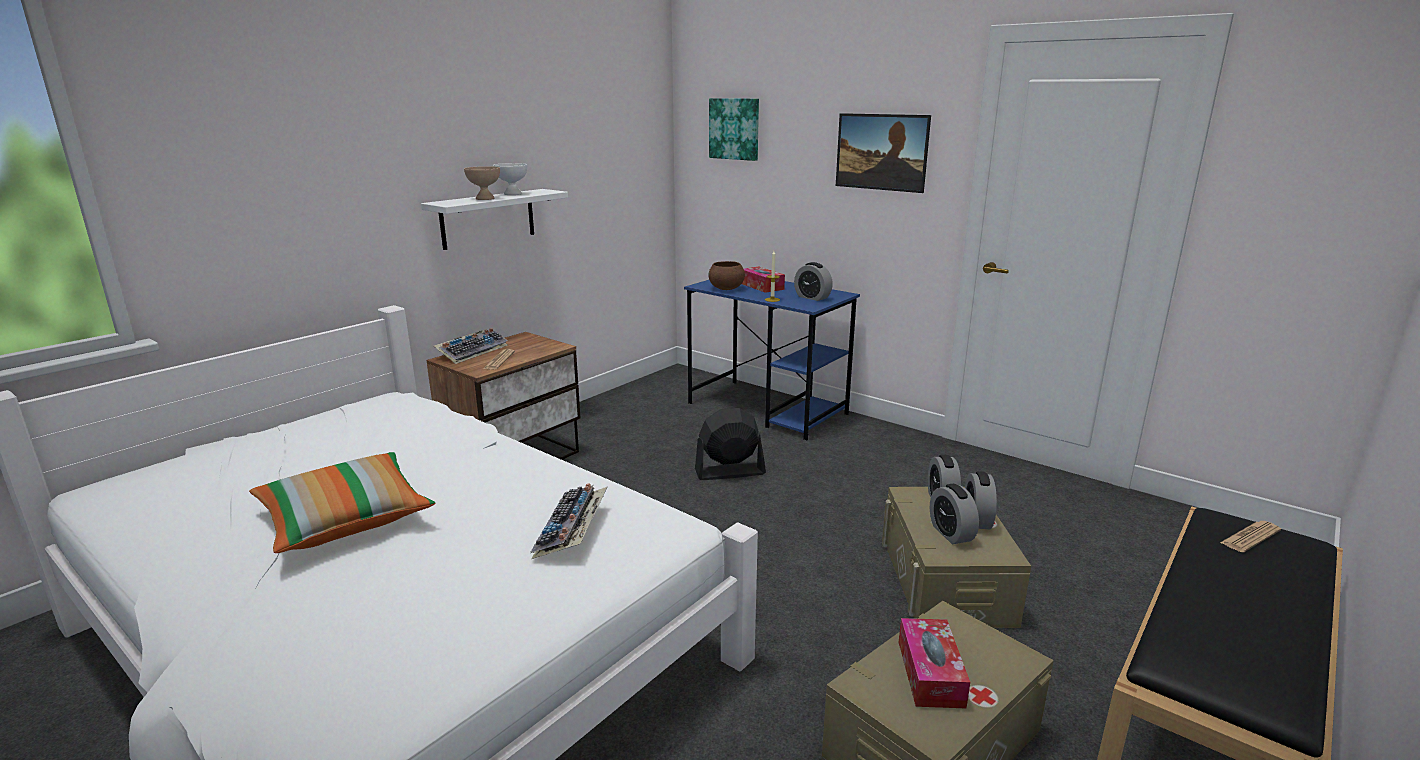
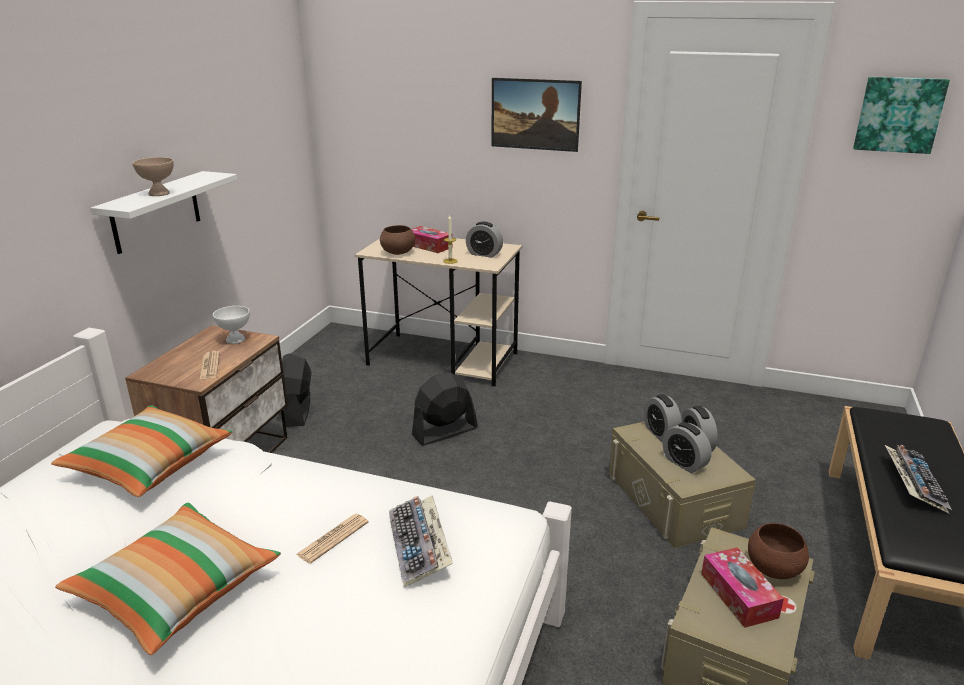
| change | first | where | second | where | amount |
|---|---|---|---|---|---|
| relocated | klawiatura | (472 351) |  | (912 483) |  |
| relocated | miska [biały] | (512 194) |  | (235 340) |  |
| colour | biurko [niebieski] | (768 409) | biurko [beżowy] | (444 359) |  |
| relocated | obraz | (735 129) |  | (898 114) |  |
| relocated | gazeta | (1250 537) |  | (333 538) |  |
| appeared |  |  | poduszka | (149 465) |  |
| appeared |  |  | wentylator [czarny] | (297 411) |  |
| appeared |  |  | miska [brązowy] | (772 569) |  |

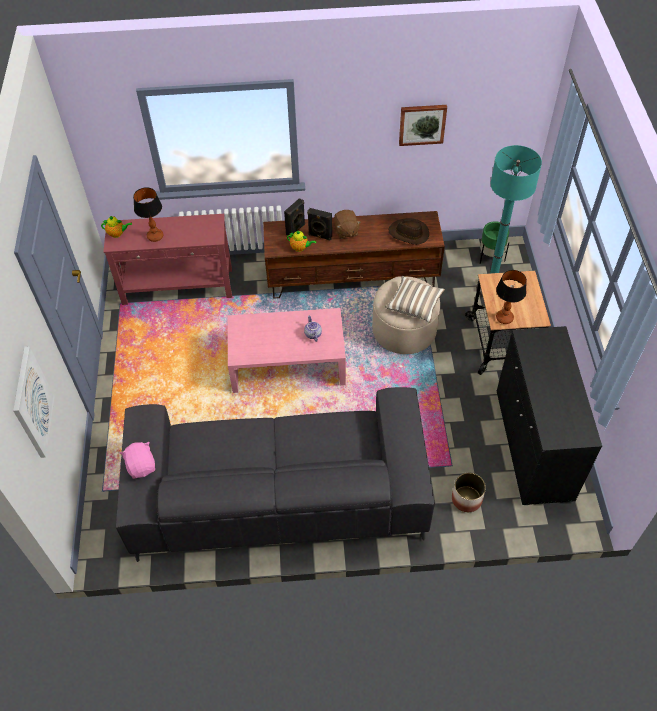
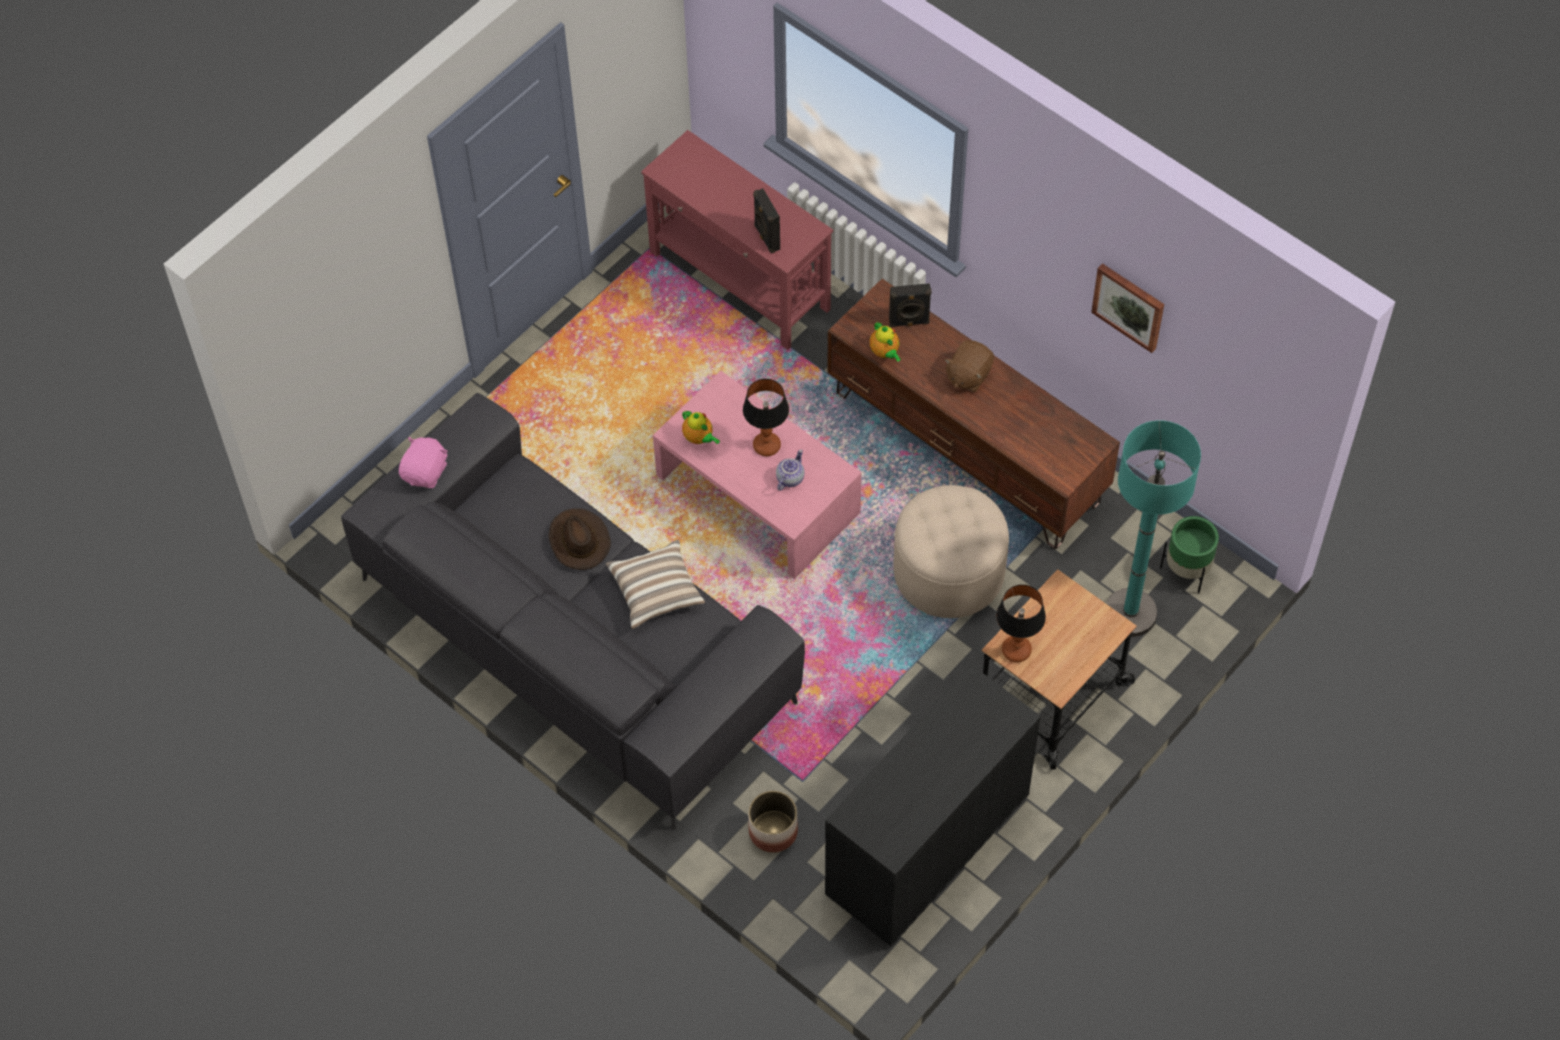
| change | first | where | second | where | amount |
|---|---|---|---|---|---|
| missing | obraz | (32 403) |  |  |  |
| relocated | imbryk | (117 234) |  | (699 438) |  |
| relocated | lampa stołowa | (155 236) |  | (767 446) |  |
| relocated | głośnik [czarny] | (320 236) |  | (766 238) |  |
| relocated | poduszka | (414 304) |  | (656 591) |  |
| relocated | kapelusz [brązowy] | (408 233) |  | (578 540) |  |

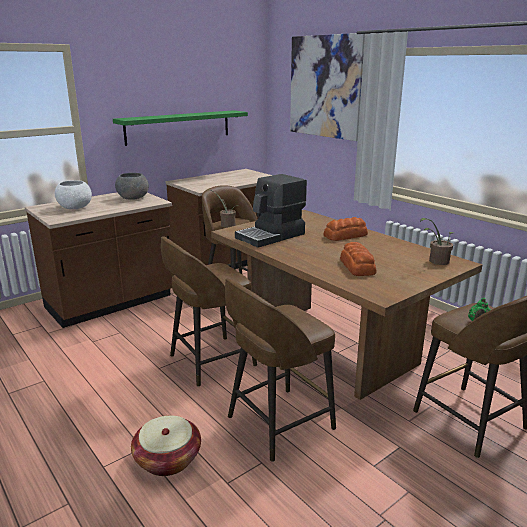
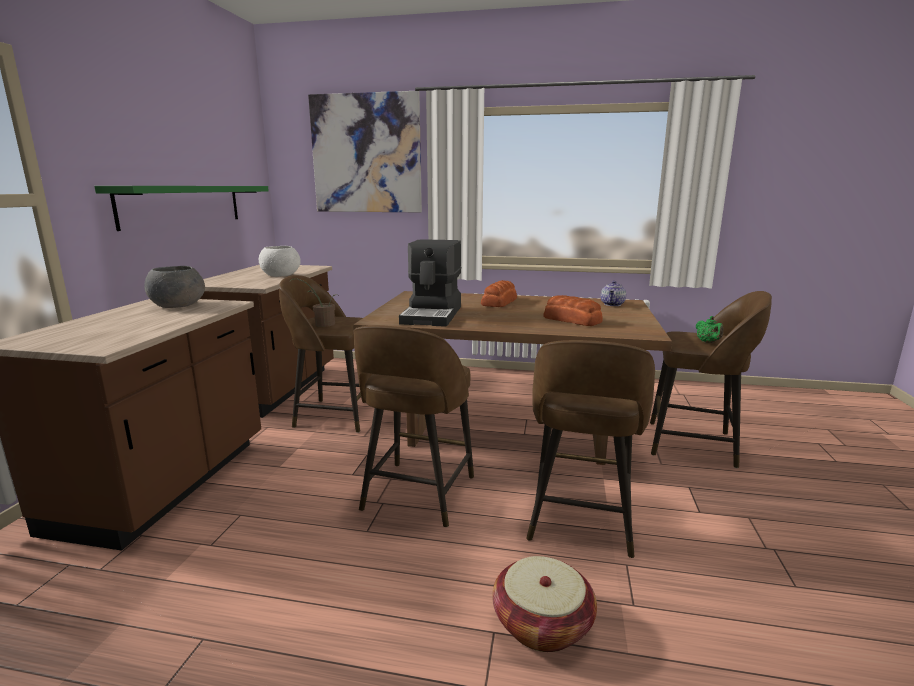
| change | first | where | second | where | amount |
|---|---|---|---|---|---|
| relocated | miska [biały] | (75 207) |  | (281 275) |  |
| exchanged | roślina doniczkowa | (436 261) | imbryk | (612 304) |  |

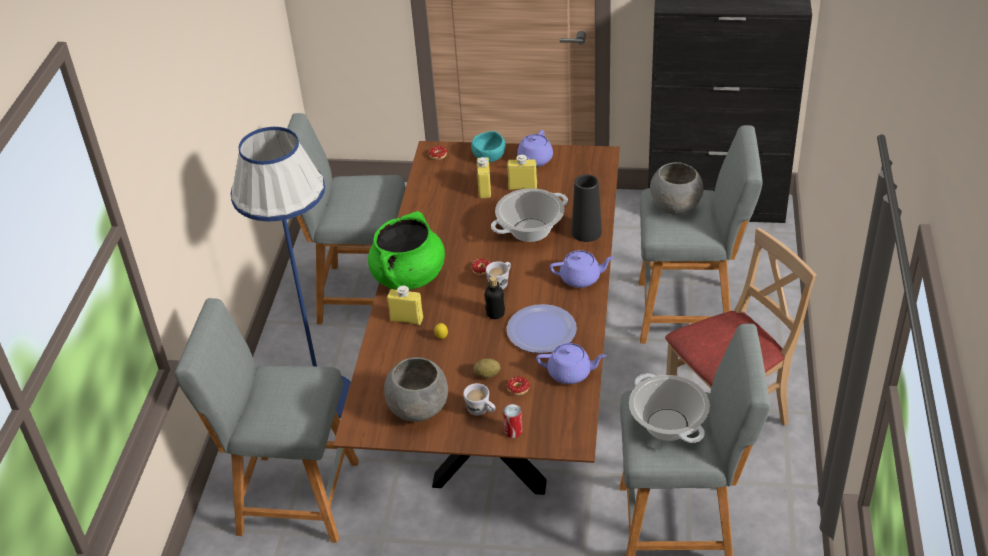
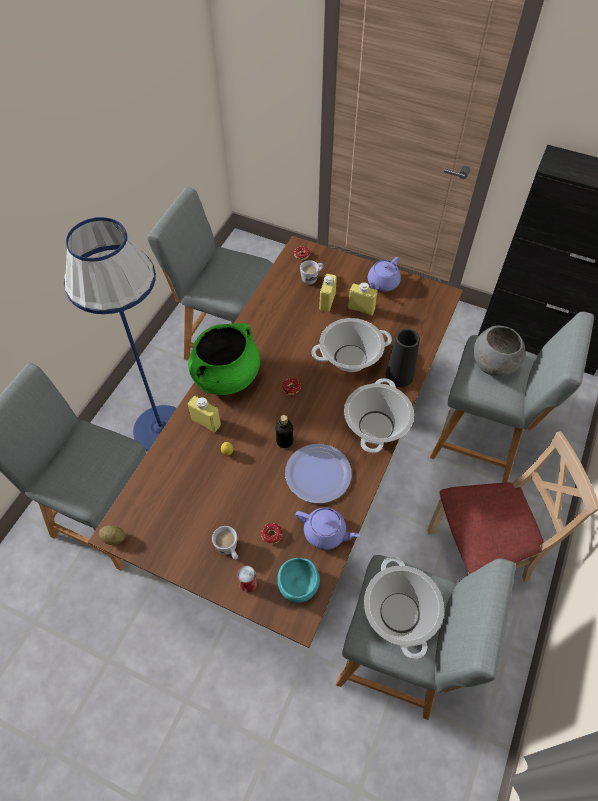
| change | first | where | second | where | amount |
|---|---|---|---|---|---|
| missing | miska [szary] | (418 409) |  |  |  |
| relocated | miska [turkusowy] | (488 156) |  | (297 585) |  |
| relocated | ziemniak | (487 374) |  | (114 538) |  |
| relocated | kubek [biały] | (501 283) |  | (312 278) |  |
| exchanged | imbryk [fioletowy] | (581 278) | garnek | (375 426) |  |

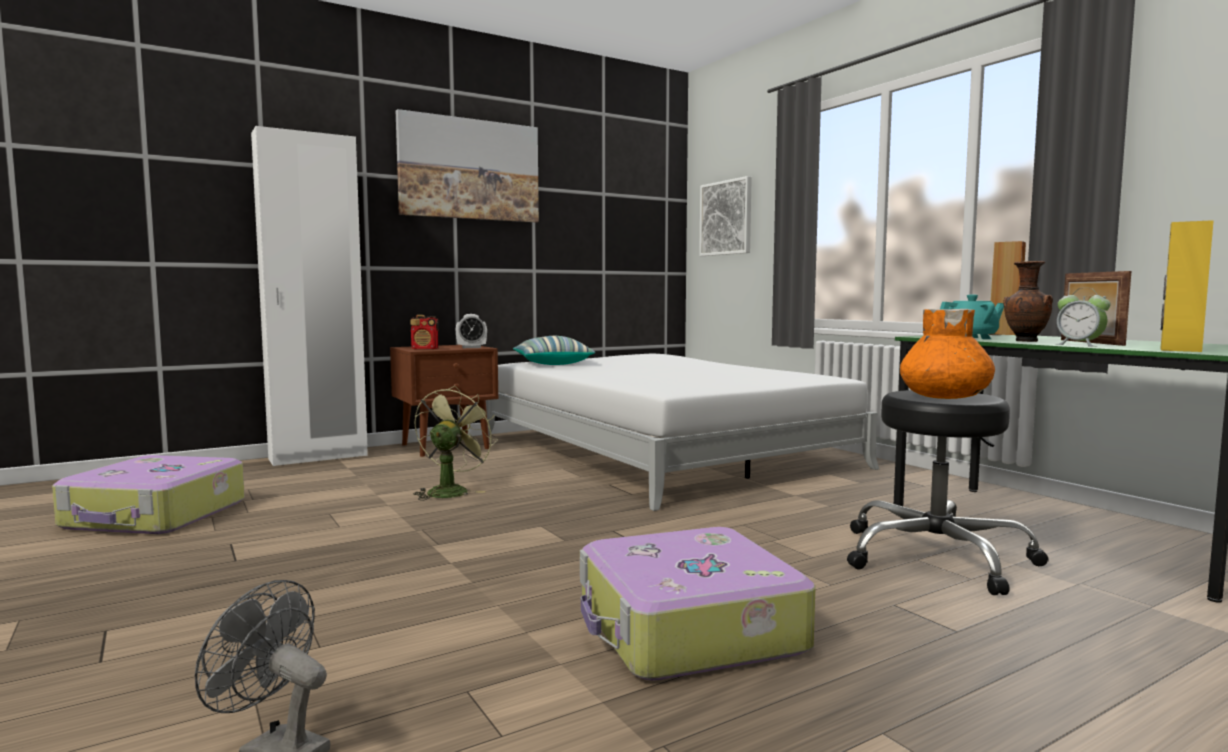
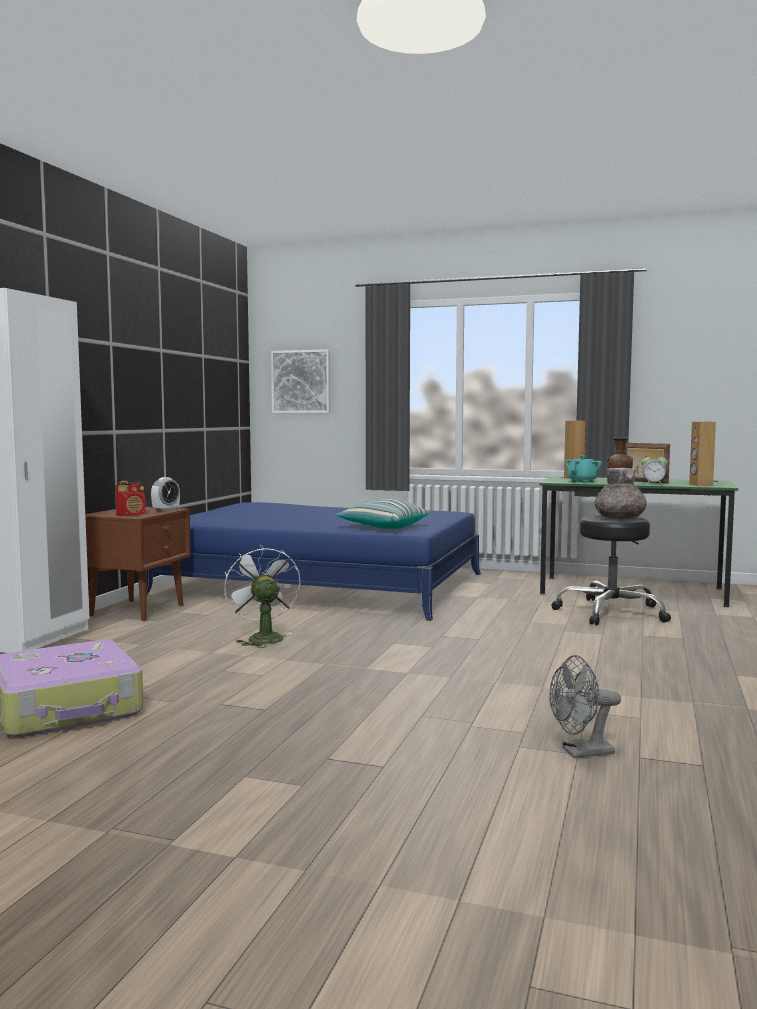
| change | first | where | second | where | amount |
|---|---|---|---|---|---|
| missing | obraz | (469 169) |  |  |  |
| colour | wentylator [zielony] | (451 491) | wentylator [biały] | (262 638) |  |
| colour | łóżko [biały] | (660 451) | łóżko [niebieski] | (321 584) |  |
| relocated | poduszka | (552 364) |  | (383 527) |  |
| missing | walizka | (687 629) |  |  |  |
| colour | wazon [pomarańczowy] | (945 397) | wazon [szary] | (620 519) |  |
| colour | głośnik [żółty] | (1179 350) | głośnik [brązowy] | (700 485) |  |

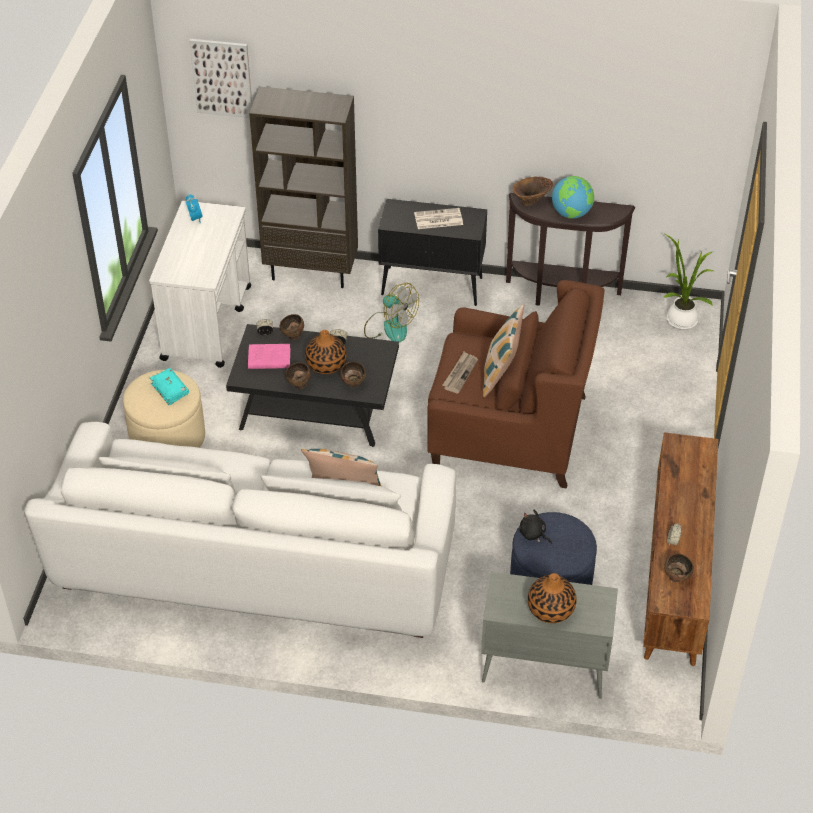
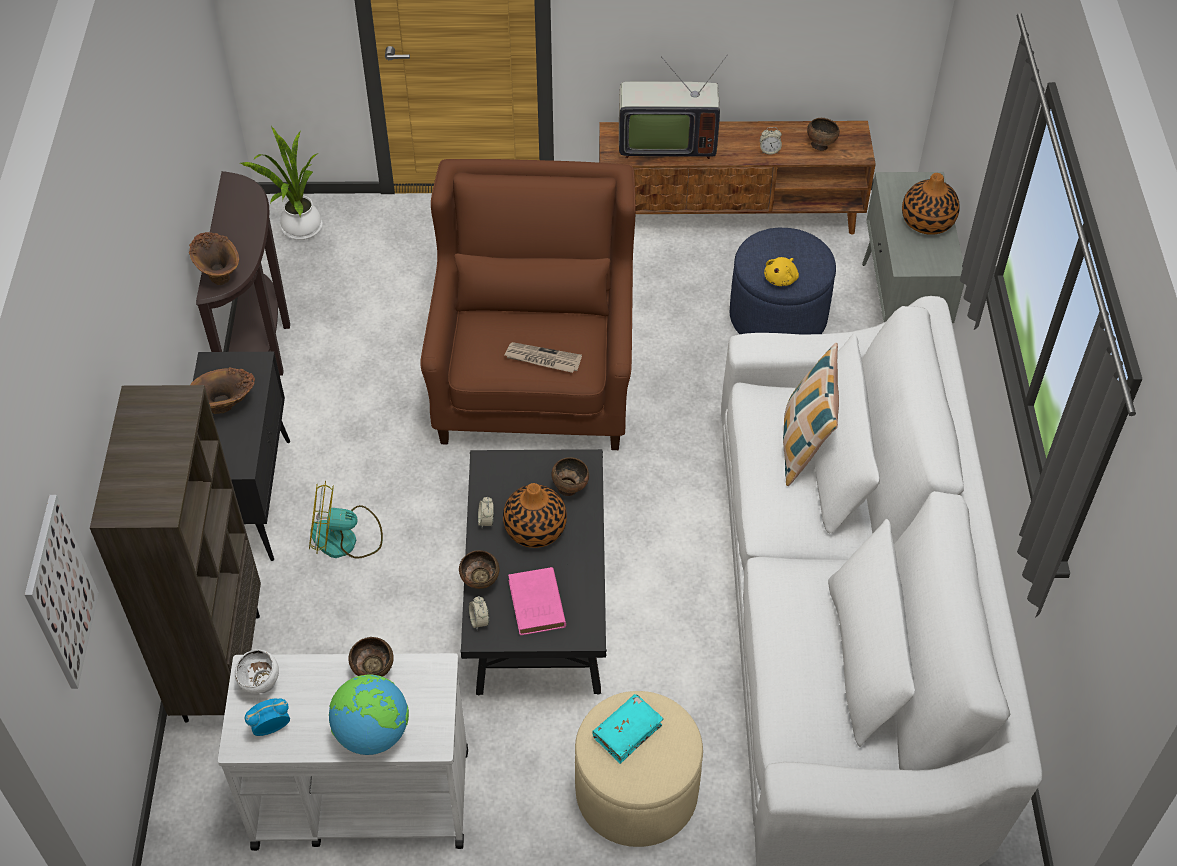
| change | first | where | second | where | amount |
|---|---|---|---|---|---|
| relocated | miska [brązowy] | (299 385) |  | (374 671) |  |
| spun | wentylator | (389 326) |  | (345 539) | 120 degrees counterclockwise |
| exchanged | gazeta | (438 219) | wazon [brązowy] | (226 407) |  |
| missing | poduszka | (501 375) |  |  |  |
| colour | pluszak [czarny] | (533 534) | pluszak [żółty] | (781 278) |  |
| relocated | globus | (571 213) |  | (372 733) |  |
| appeared |  |  | miska [biały] | (261 685) |  |
| appeared |  |  | telewizor | (665 143) |  |

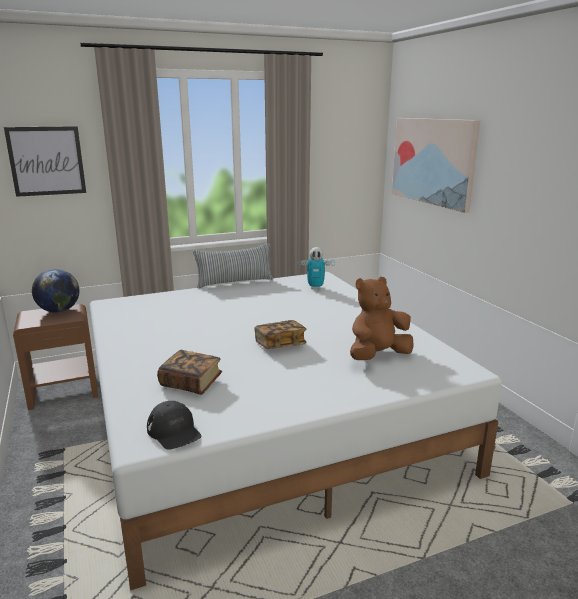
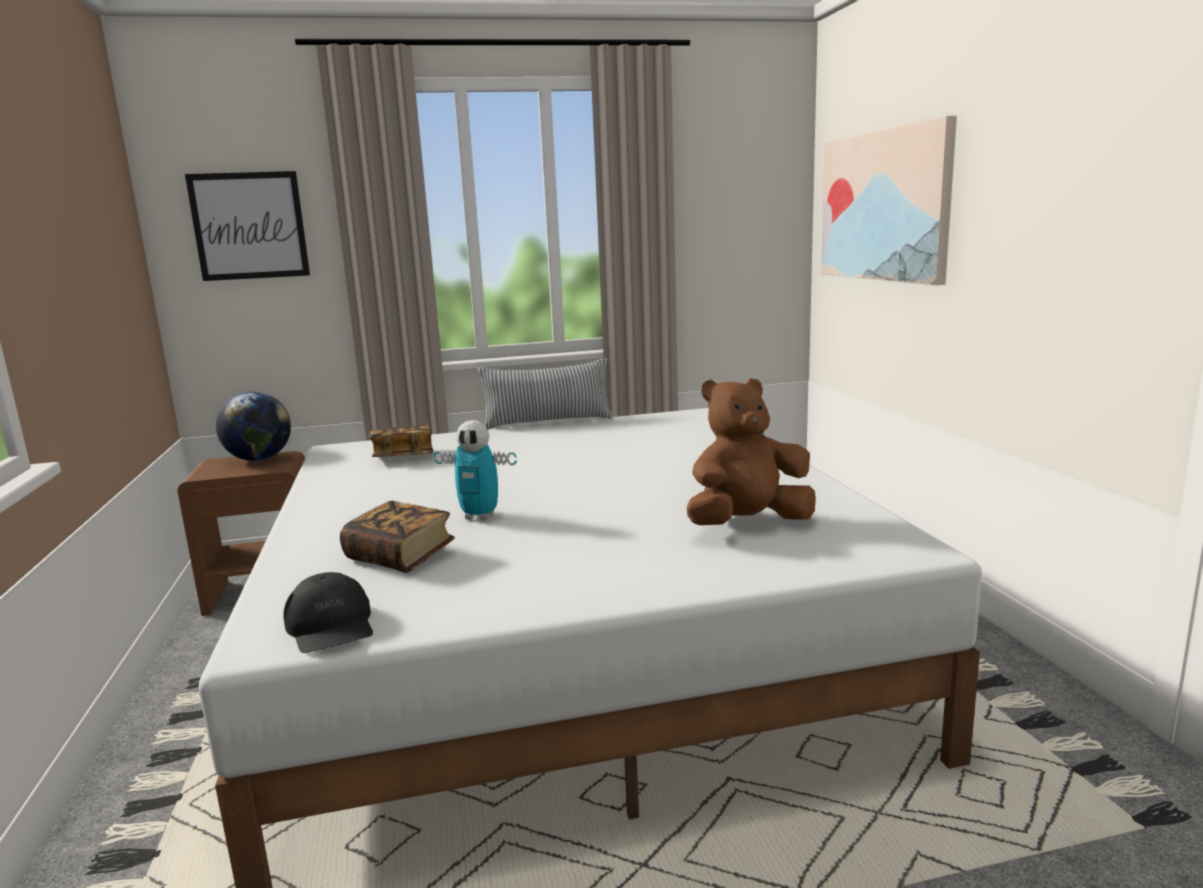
| change | first | where | second | where | amount |
|---|---|---|---|---|---|
| relocated | książka | (280 345) |  | (403 457) |  |
| relocated | robot zabawkowy | (315 287) |  | (480 516) |  |

